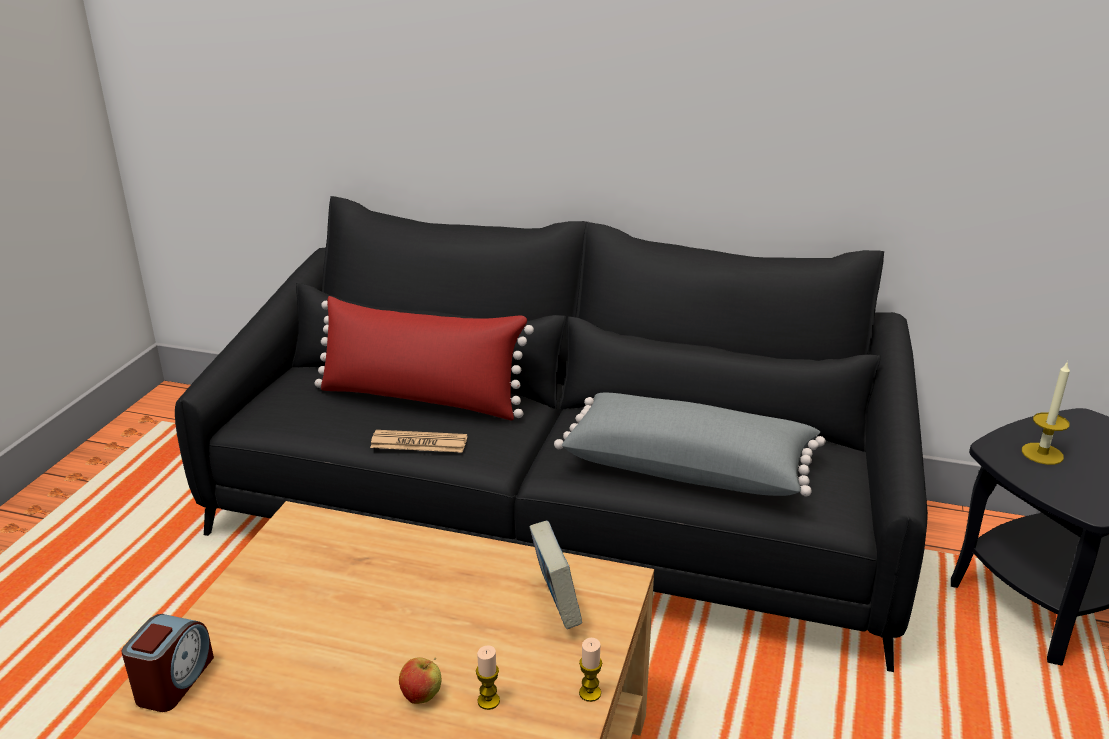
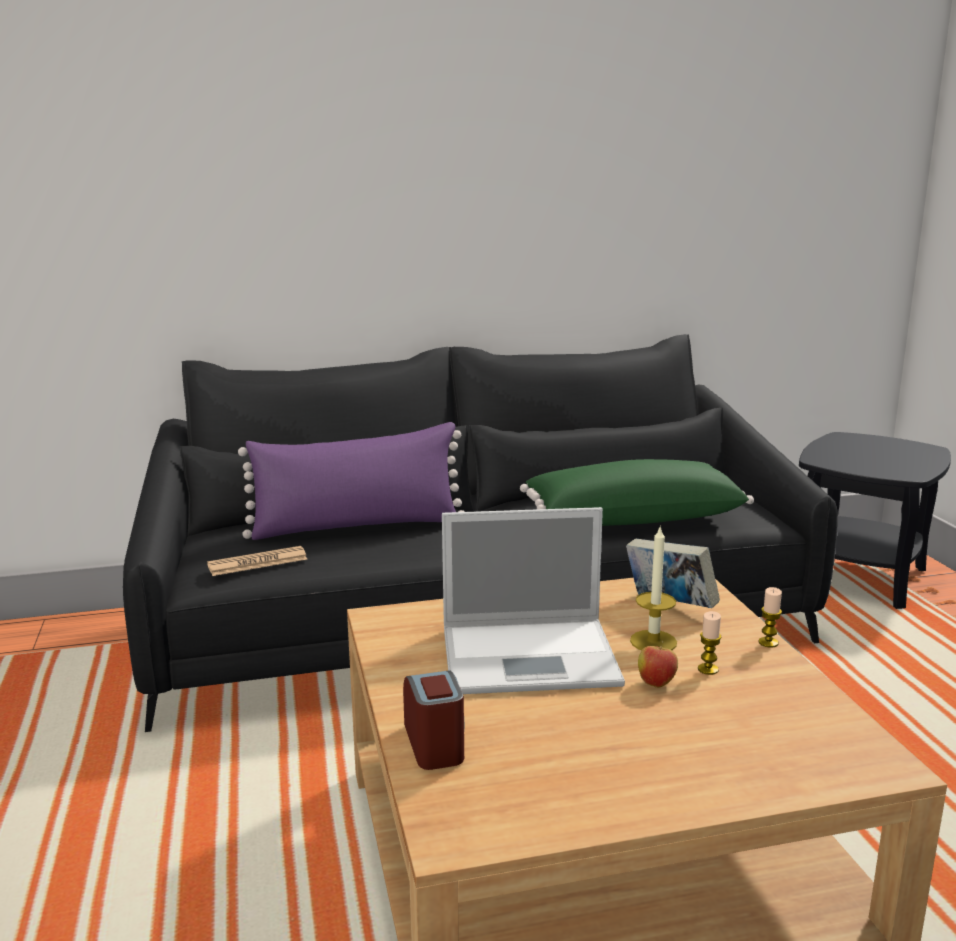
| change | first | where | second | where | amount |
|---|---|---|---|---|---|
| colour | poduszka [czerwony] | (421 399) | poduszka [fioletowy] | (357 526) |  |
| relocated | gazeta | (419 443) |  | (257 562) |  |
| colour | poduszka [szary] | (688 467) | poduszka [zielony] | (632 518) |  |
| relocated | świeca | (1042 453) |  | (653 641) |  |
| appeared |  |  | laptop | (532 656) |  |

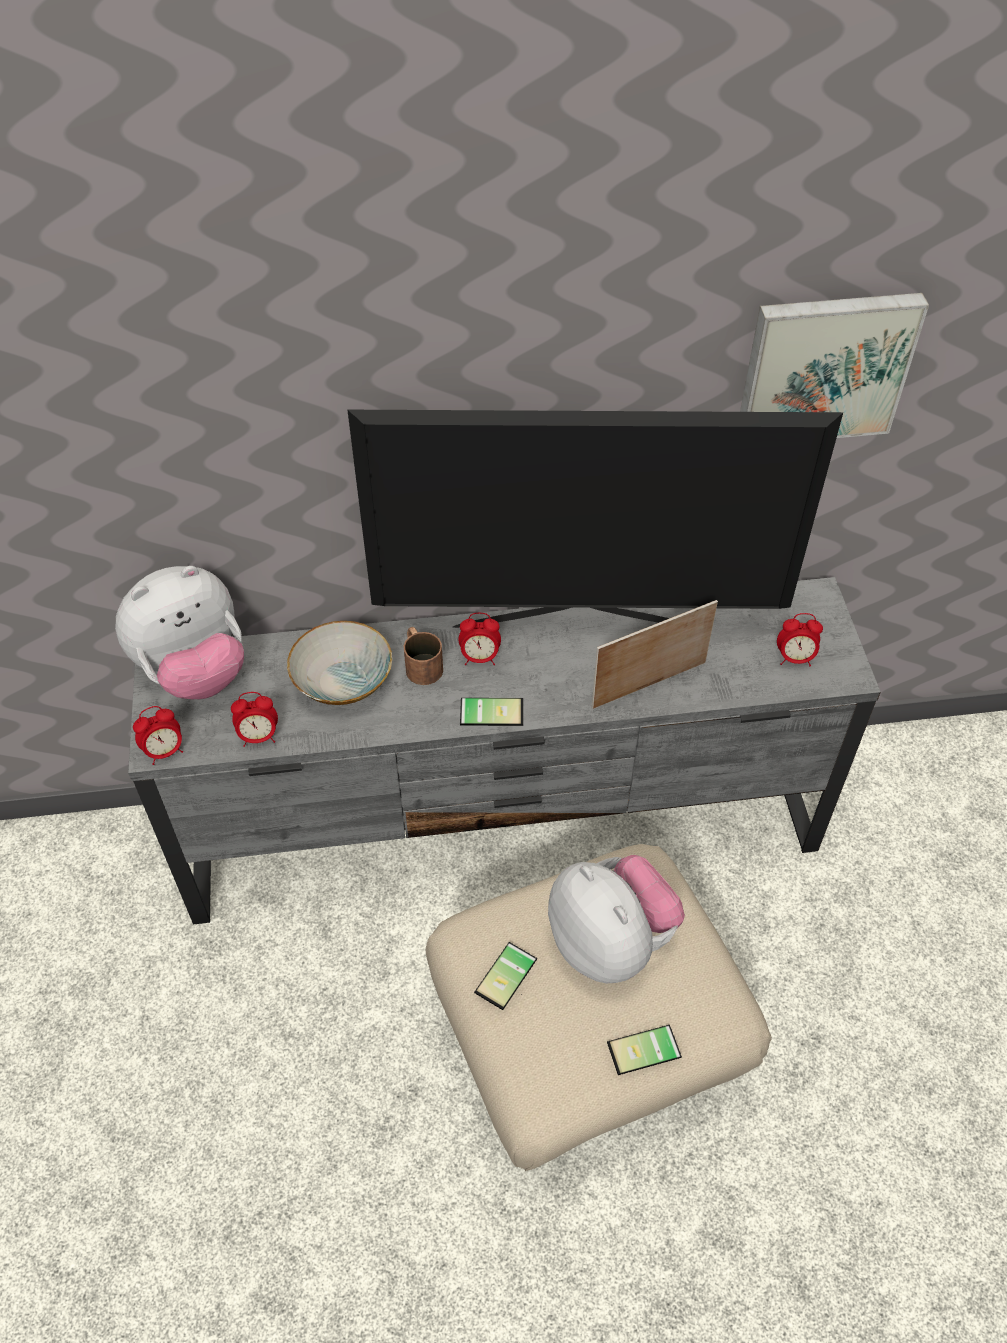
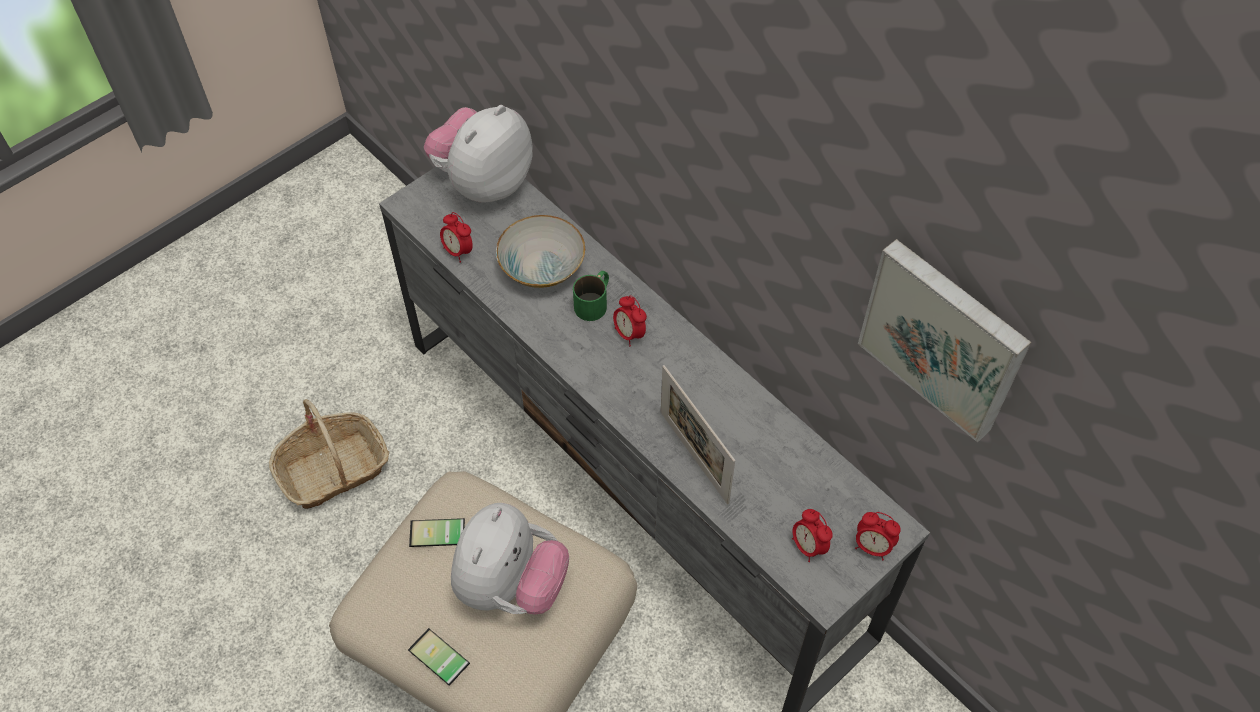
| change | first | where | second | where | amount |
|---|---|---|---|---|---|
| spun | pluszak | (195 671) |  | (483 182) | 105 degrees clockwise |
| relocated | budzik | (165 751) |  | (872 547) |  |
| missing | telewizor | (579 624) |  |  |  |
| colour | kubek [brązowy] | (420 663) | kubek [zielony] | (594 301) |  |
| missing | telefon | (491 709) |  |  |  |
| spun | ramka na zdjęcie | (649 685) |  | (694 457) | 150 degrees counterclockwise |
| appeared |  |  | koszyk | (334 469) |  |

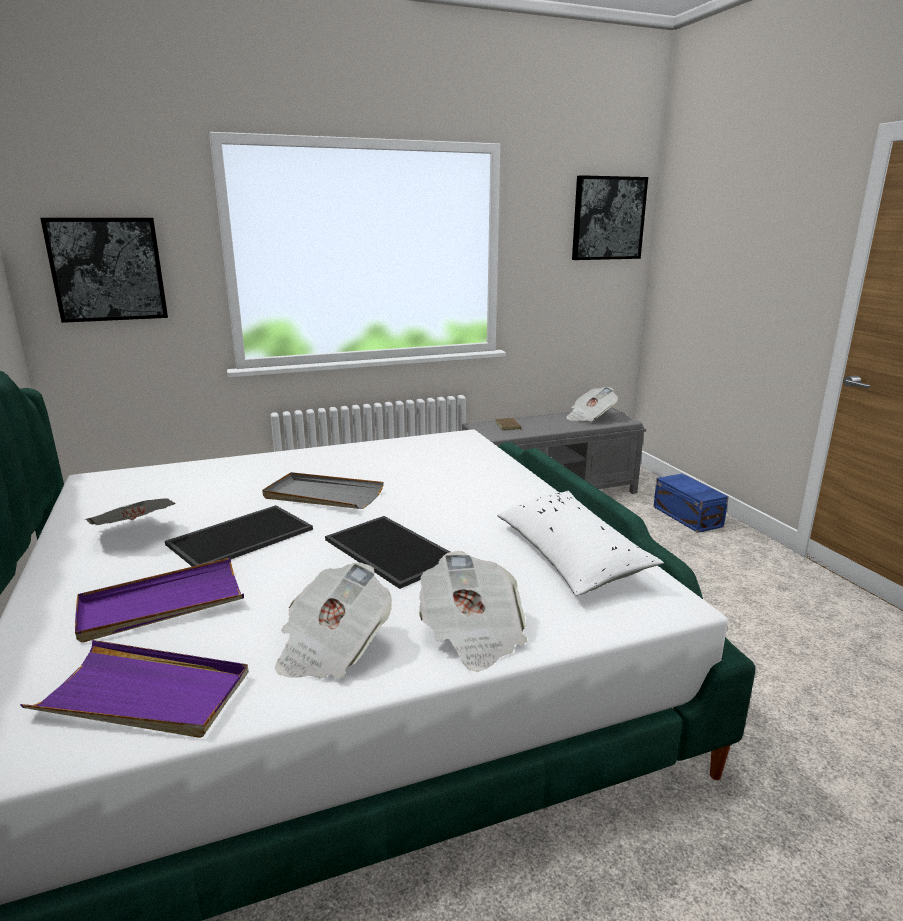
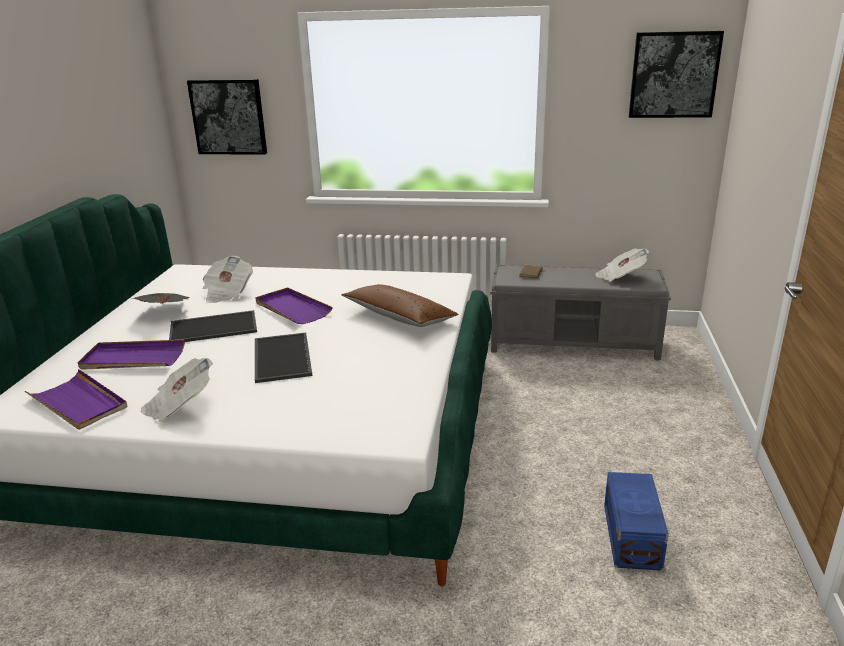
| change | first | where | second | where | amount |
|---|---|---|---|---|---|
| colour | taca [szary] | (322 495) | taca [fioletowy] | (292 309) |  |
| relocated | gazeta | (472 635) |  | (227 293) |  |
| missing | poduszka [biały] | (570 555) |  |  |  |
| relocated | pojemnik do przechowywania [niebieski] | (687 517) |  | (630 537) |  |
| appeared |  |  | poduszka [brązowy] | (399 317) |  |

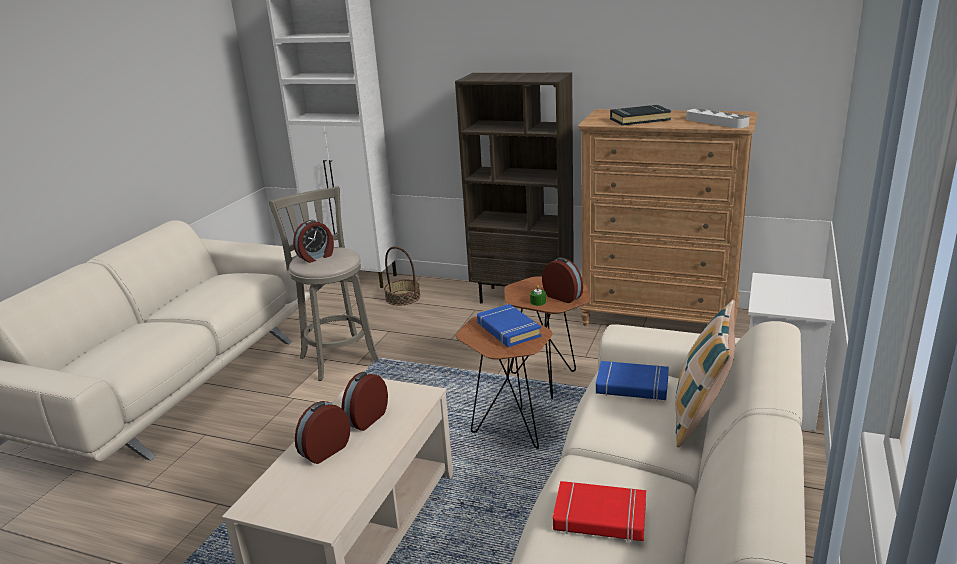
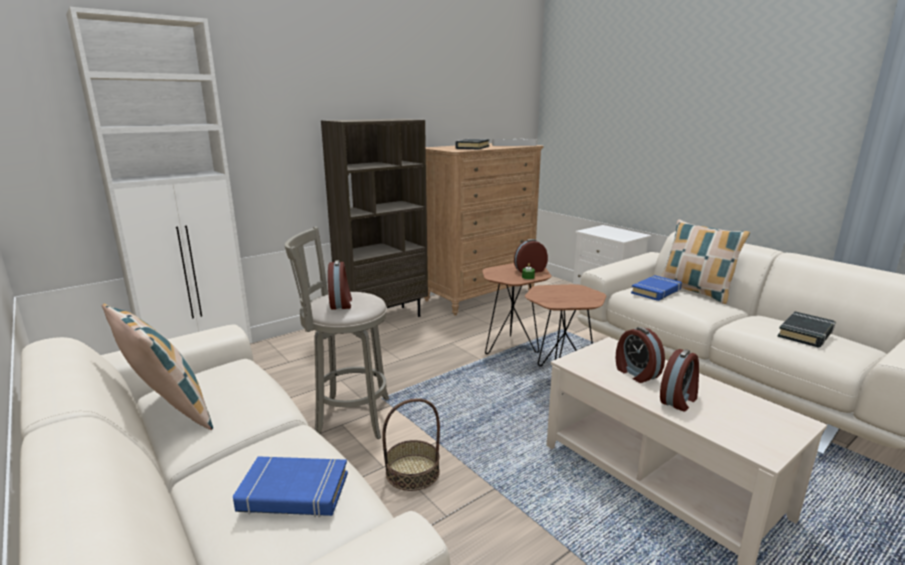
| change | first | where | second | where | amount |
|---|---|---|---|---|---|
| spun | budzik | (324 450) |  | (679 400) | 120 degrees counterclockwise |
| relocated | koszyk | (402 297) |  | (412 472) |  |
| relocated | książka [niebieski] | (508 330) |  | (293 493) |  |
| colour | książka [czerwony] | (600 517) | książka [czarny] | (806 333) |  |
| appeared |  |  | poduszka | (168 414) |  |

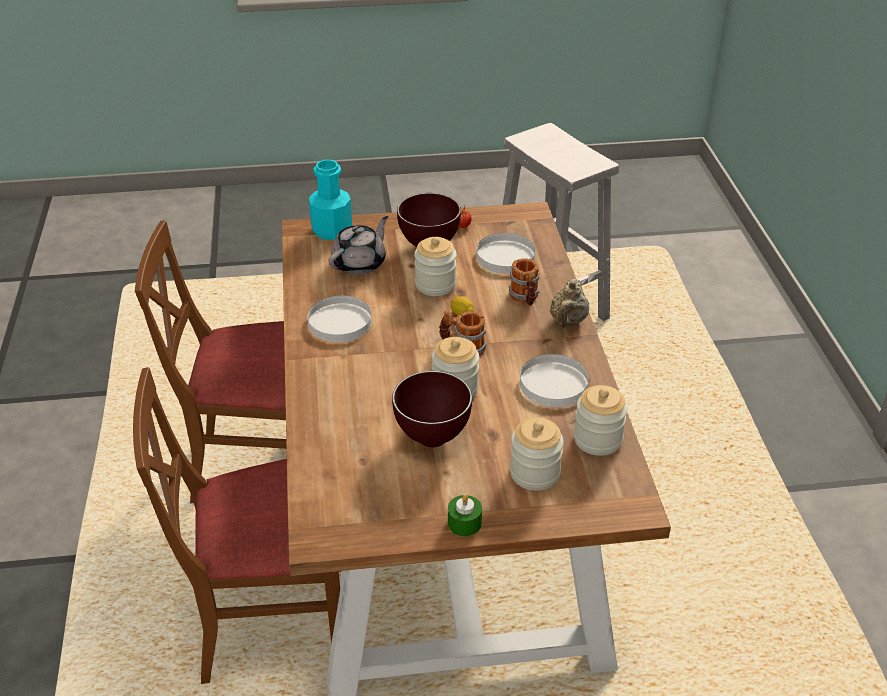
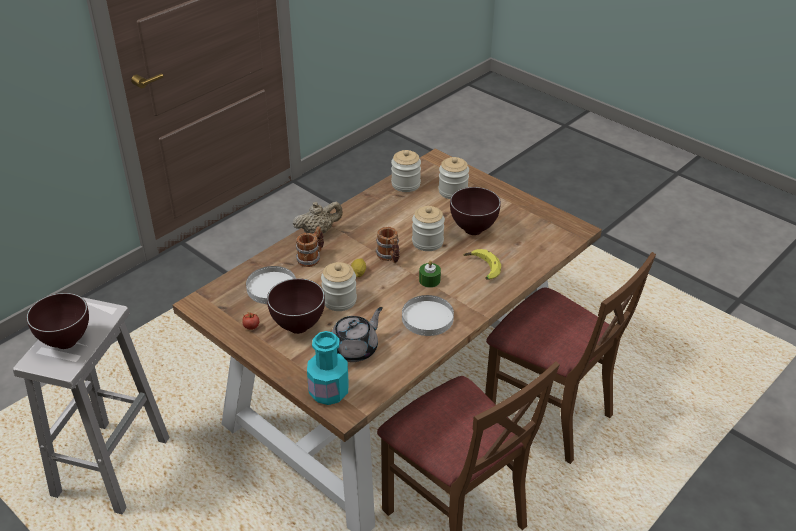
| change | first | where | second | where | amount |
|---|---|---|---|---|---|
| spun | imbryk [szary] | (360 263) |  | (354 349) | 135 degrees clockwise |
| relocated | świeca [zielony] | (464 523) |  | (429 280) |  |
| missing | talerz [biały] | (553 384) |  |  |  |
| appeared |  |  | miska [brązowy] | (67 342) |  |
| appeared |  |  | banan | (481 269) |  |

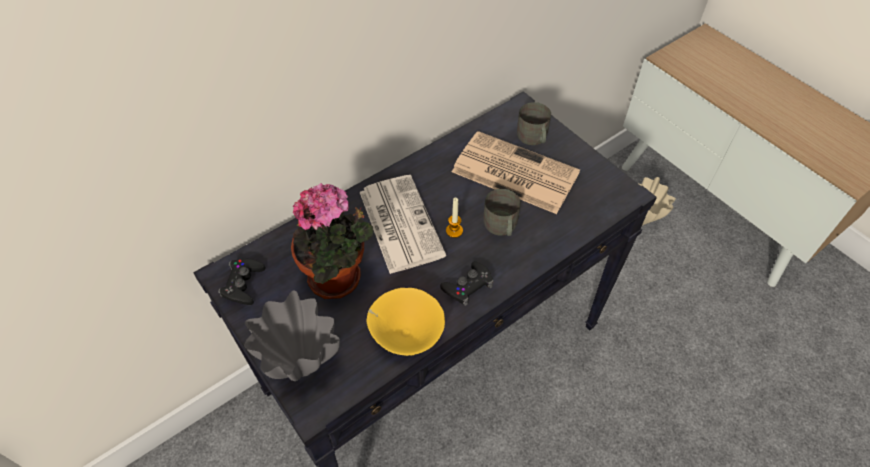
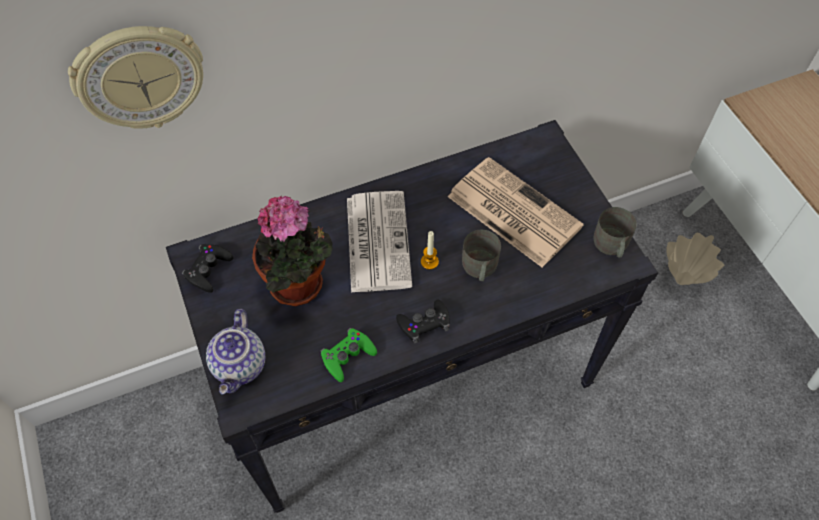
| change | first | where | second | where | amount |
|---|---|---|---|---|---|
| exchanged | wazon [szary] | (302 367) | imbryk | (241 366) |  |
| exchanged | miska [żółty] | (405 333) | pad do gier [zielony] | (348 356) |  |
| relocated | kubek [szary] | (533 138) |  | (611 246) |  |
| appeared |  |  | zegar ścienny | (140 77) |  |

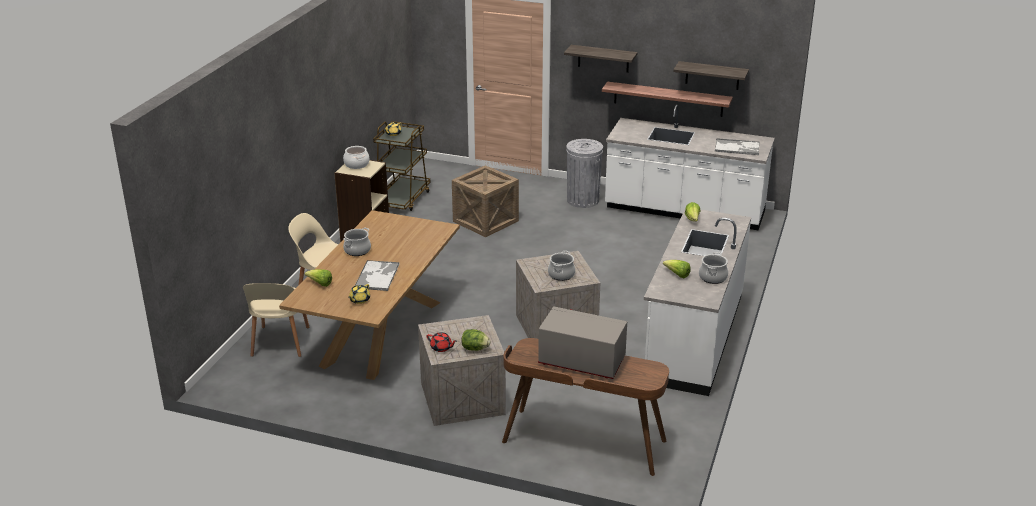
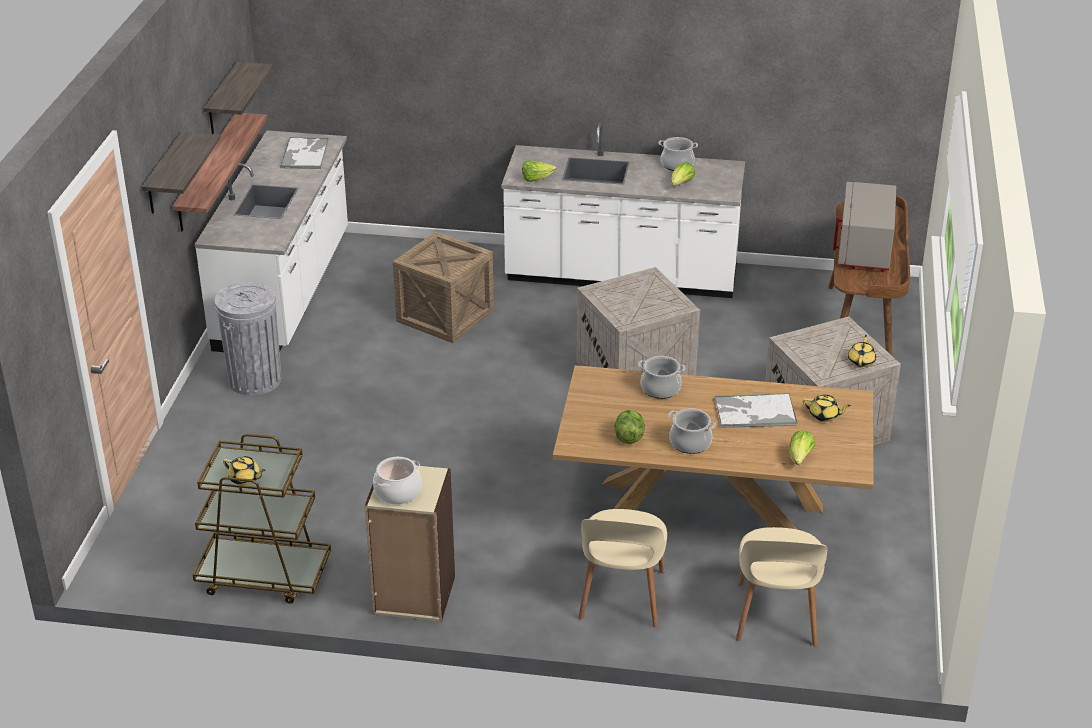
| change | first | where | second | where | amount |
|---|---|---|---|---|---|
| spun | krzesło [beżowy] | (280 343) |  | (775 616) | 105 degrees clockwise |
| colour | imbryk [czerwony] | (441 348) | imbryk [żółty] | (861 361) |  |
| relocated | skrzynka | (485 221) |  | (445 316) |  |
| relocated | sałata | (475 349) |  | (629 437) |  |
| relocated | garnek | (561 274) |  | (660 389) |  |

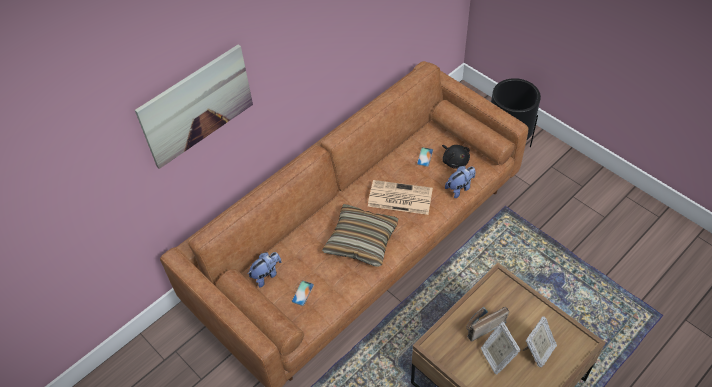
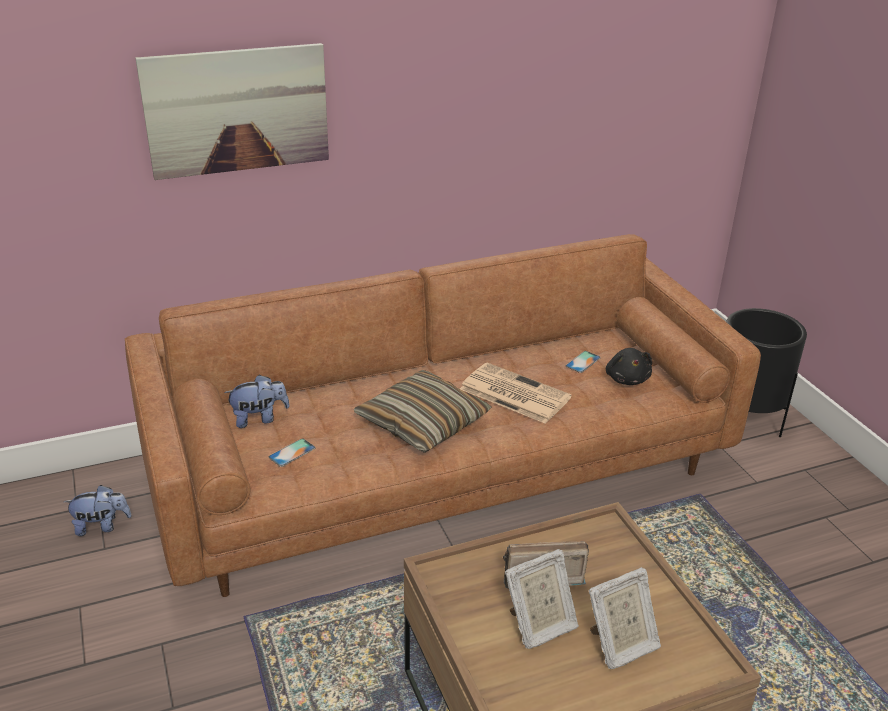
| change | first | where | second | where | amount |
|---|---|---|---|---|---|
| relocated | pluszak | (460 188) |  | (101 526) |  |
| spun | ramka na zdjęcie | (497 356) |  | (539 626) | 120 degrees counterclockwise |

